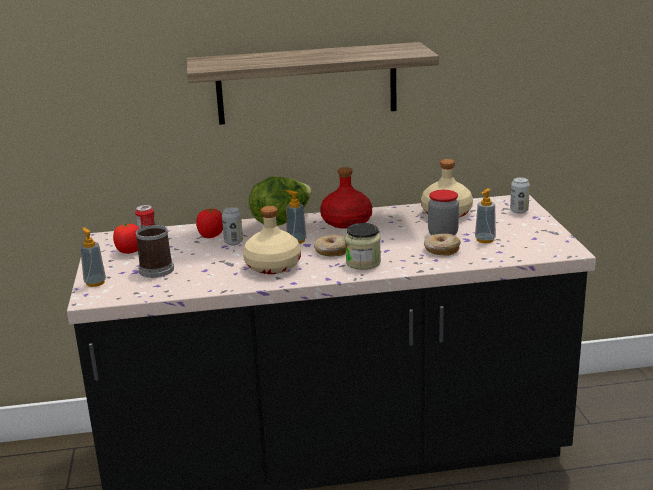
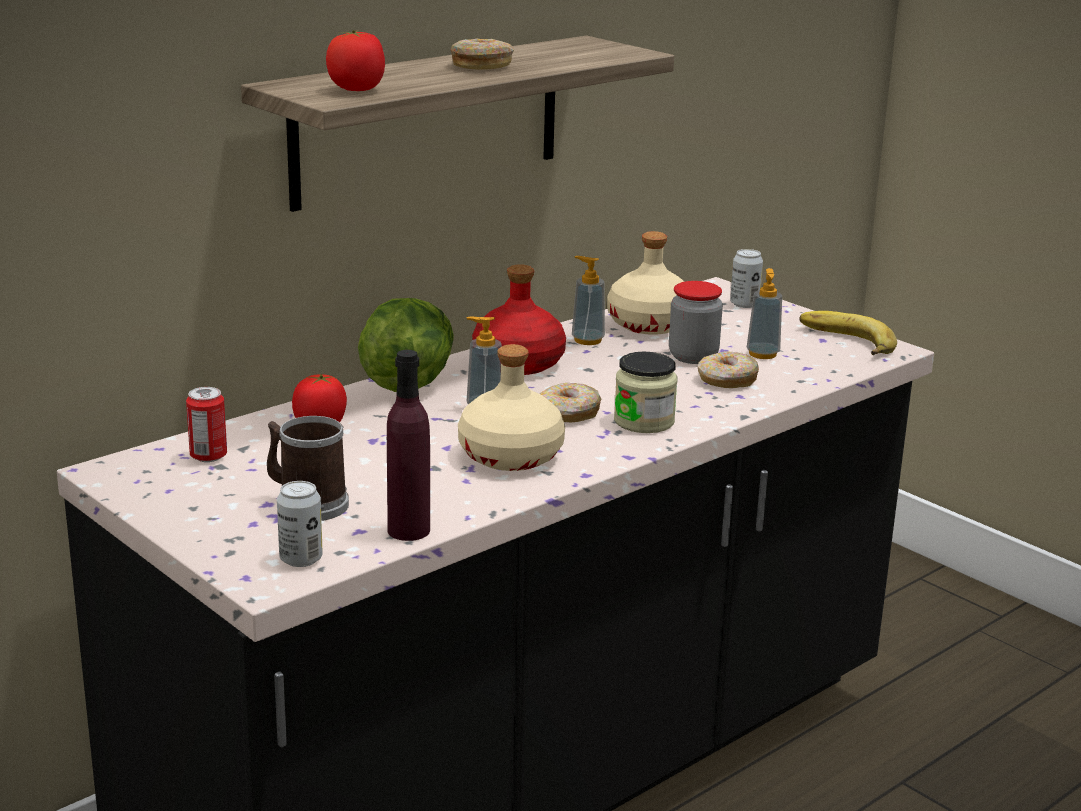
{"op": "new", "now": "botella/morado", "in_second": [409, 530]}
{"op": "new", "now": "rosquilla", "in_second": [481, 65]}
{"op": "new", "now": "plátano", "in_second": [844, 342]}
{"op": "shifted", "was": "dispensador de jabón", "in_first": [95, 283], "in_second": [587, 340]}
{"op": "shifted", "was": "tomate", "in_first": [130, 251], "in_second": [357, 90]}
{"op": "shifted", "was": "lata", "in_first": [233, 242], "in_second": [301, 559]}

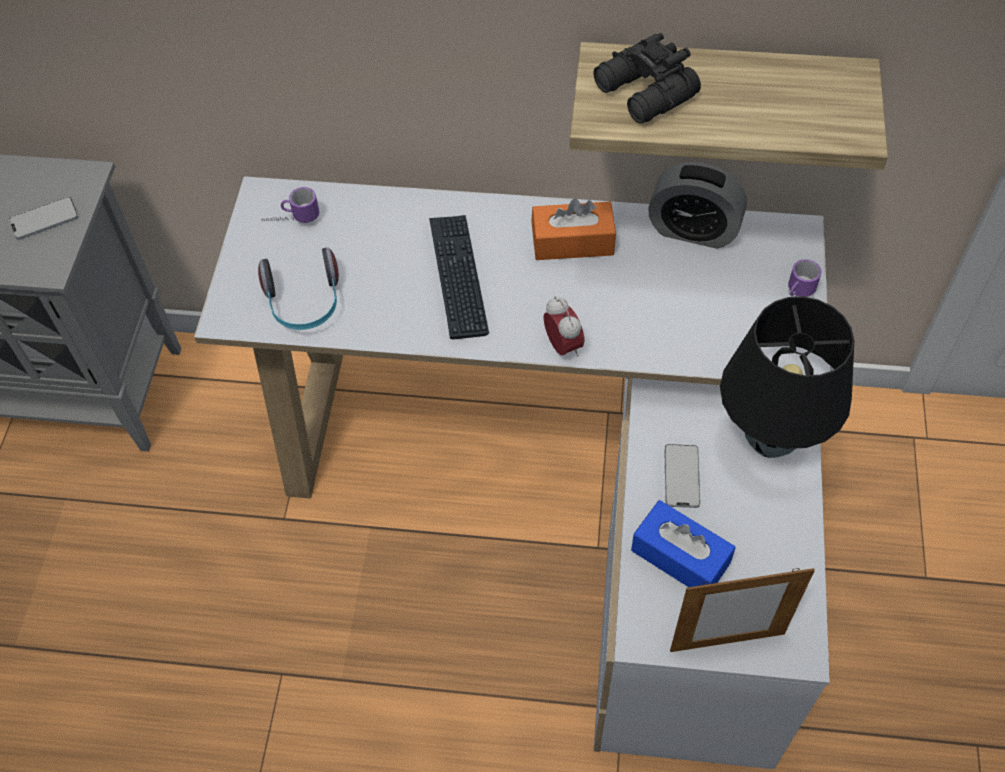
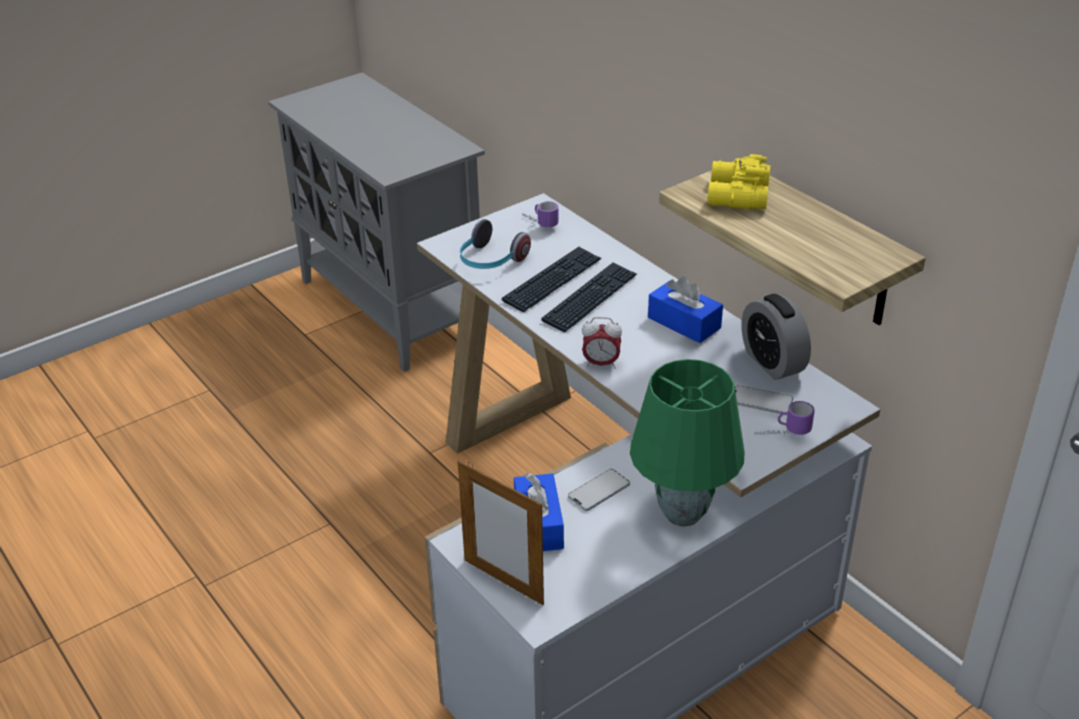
{"op": "new", "now": "teclado", "in_second": [552, 281]}
{"op": "shifted", "was": "móvil", "in_first": [44, 219], "in_second": [761, 401]}
{"op": "repainted", "was": "caja de pañuelos/naranja", "now": "caja de pañuelos/azul", "in_first": [572, 242], "in_second": [684, 323]}
{"op": "repainted", "was": "prismáticos/negro", "now": "prismáticos/amarillo", "in_first": [644, 93], "in_second": [736, 196]}
{"op": "repainted", "was": "lámpara de mesa/negro", "now": "lámpara de mesa/verde", "in_first": [768, 441], "in_second": [681, 513]}
{"op": "rotated", "was": "despertador", "in_first": [563, 346], "in_second": [601, 364], "clockwise": 75}

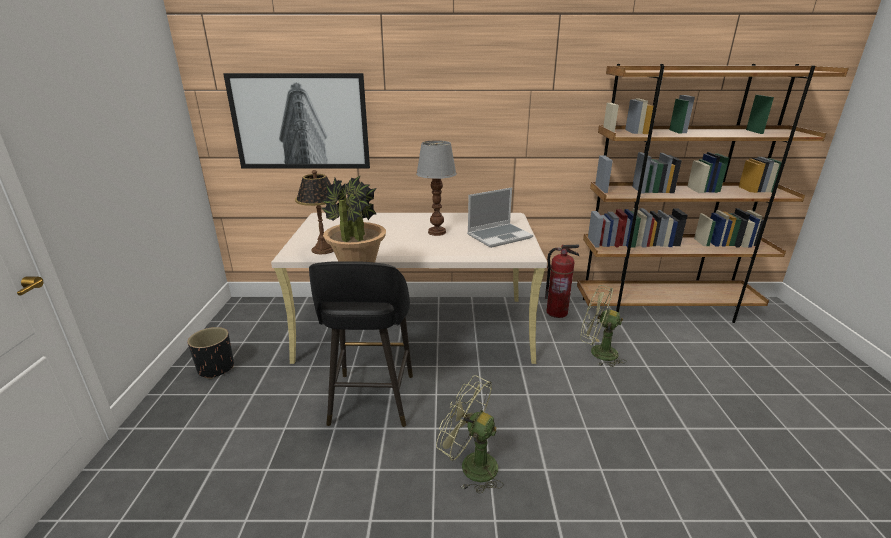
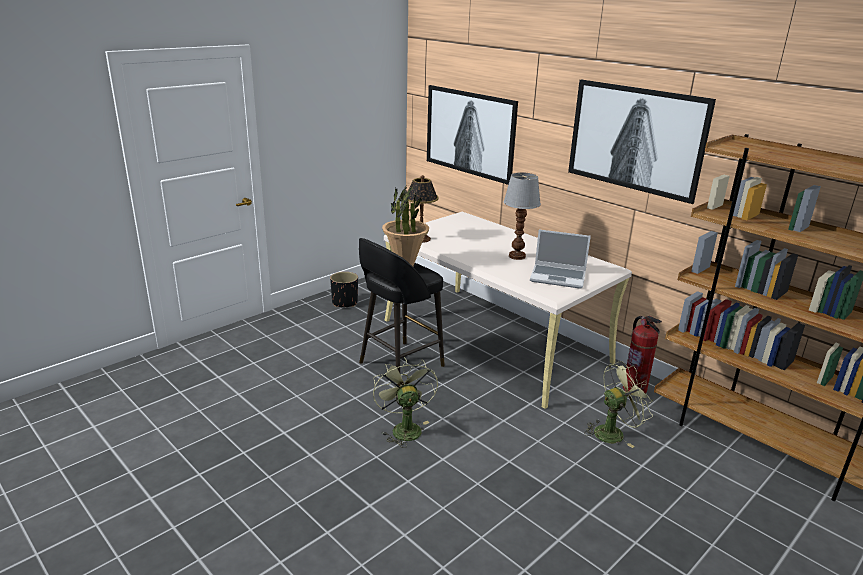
{"op": "new", "now": "cuadro", "in_second": [635, 139]}
{"op": "rotated", "was": "ventilador/verde", "in_first": [597, 352], "in_second": [613, 432], "clockwise": 90}

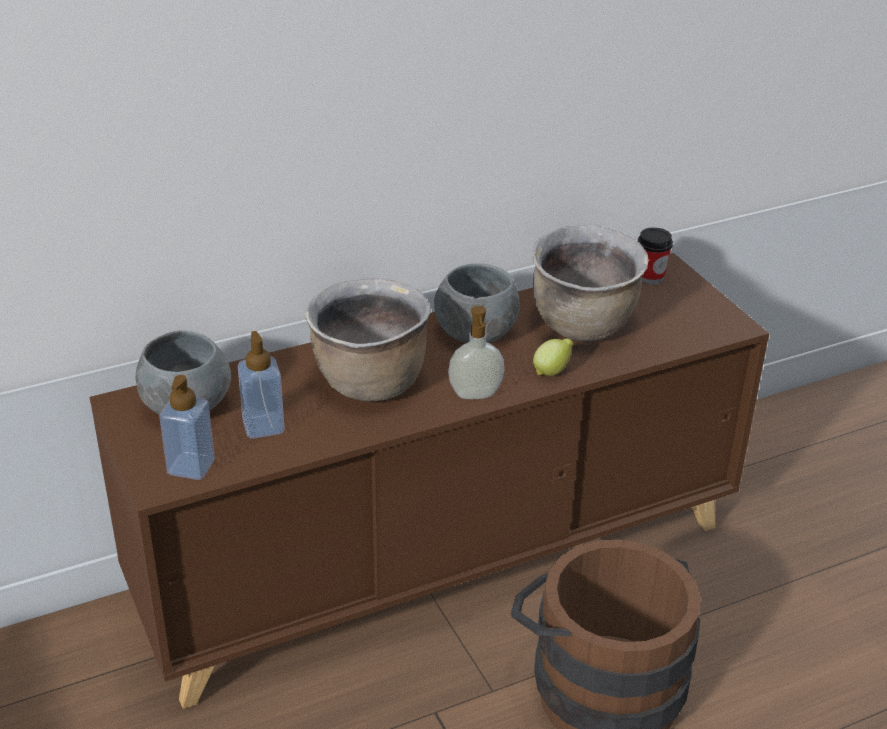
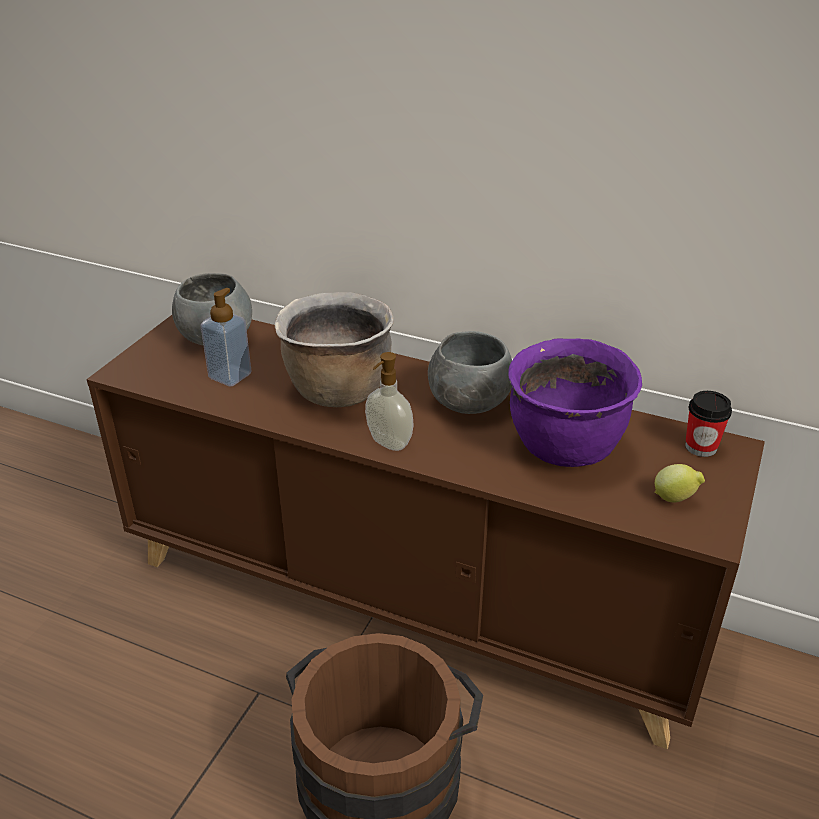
{"op": "gone", "was": "dispensador de jabón", "in_first": [191, 467]}
{"op": "shifted", "was": "limón", "in_first": [552, 371], "in_second": [675, 499]}
{"op": "repainted", "was": "olla/marrón", "now": "olla/morado", "in_first": [584, 326], "in_second": [565, 448]}

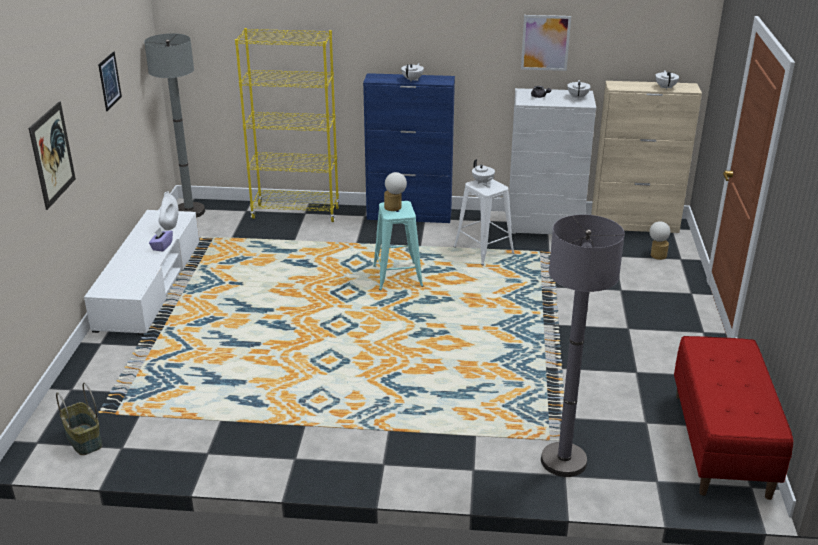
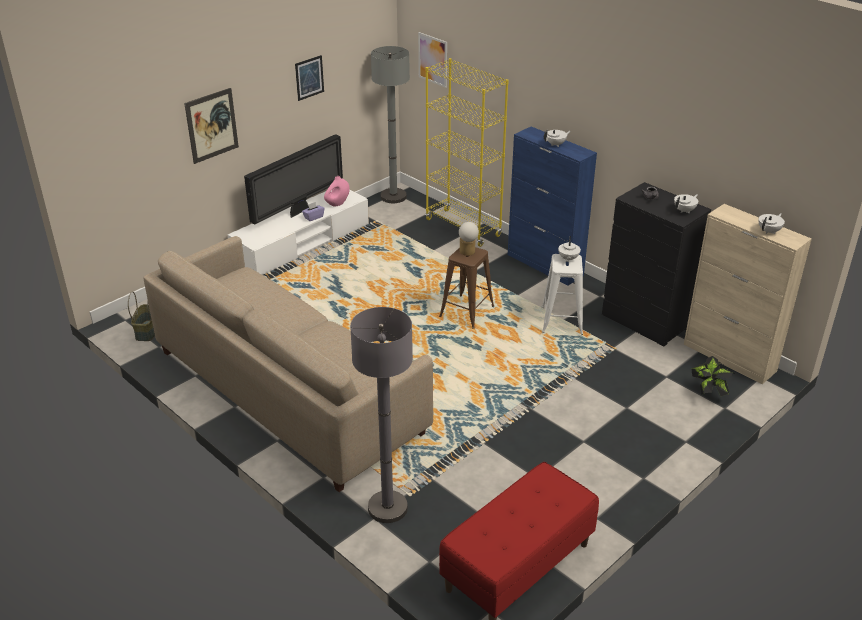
{"op": "new", "now": "sofá/beis", "in_second": [288, 391]}
{"op": "new", "now": "televisor", "in_second": [299, 211]}
{"op": "shifted", "was": "cuadro", "in_first": [545, 42], "in_second": [433, 59]}
{"op": "swapped", "was": "lámpara de mesa", "now": "planta en maceta", "in_first": [657, 254], "in_second": [708, 393]}
{"op": "repainted", "was": "florero/blanco", "now": "florero/rosa", "in_first": [170, 226], "in_second": [337, 204]}
{"op": "repainted", "was": "taburete/turquesa", "now": "taburete/marrón", "in_first": [397, 276], "in_second": [466, 312]}
{"op": "repainted", "was": "cómoda/blanco", "now": "cómoda/negro", "in_first": [545, 225], "in_second": [645, 322]}

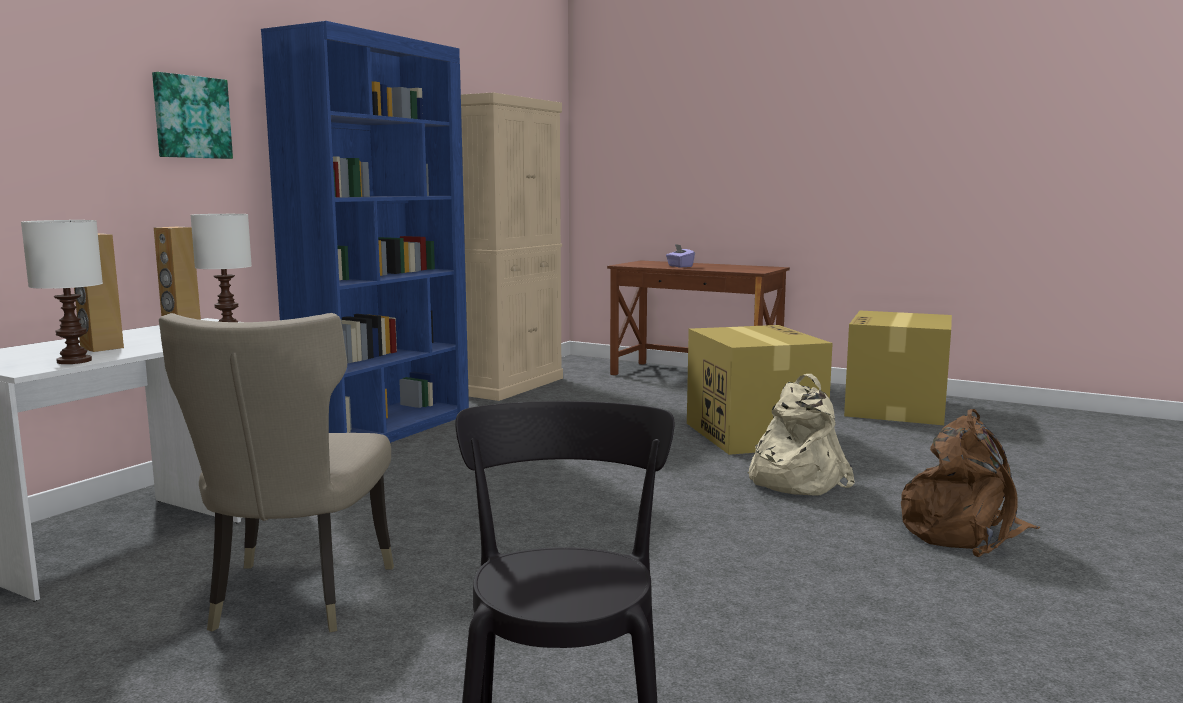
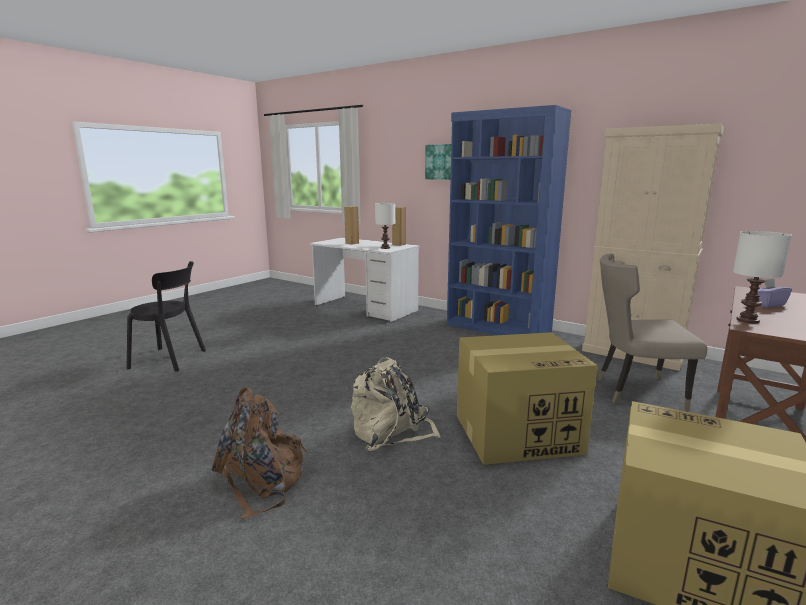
{"op": "shifted", "was": "lámpara de mesa/blanco", "in_first": [75, 361], "in_second": [748, 320]}
{"op": "shifted", "was": "silla/beis", "in_first": [294, 600], "in_second": [635, 391]}

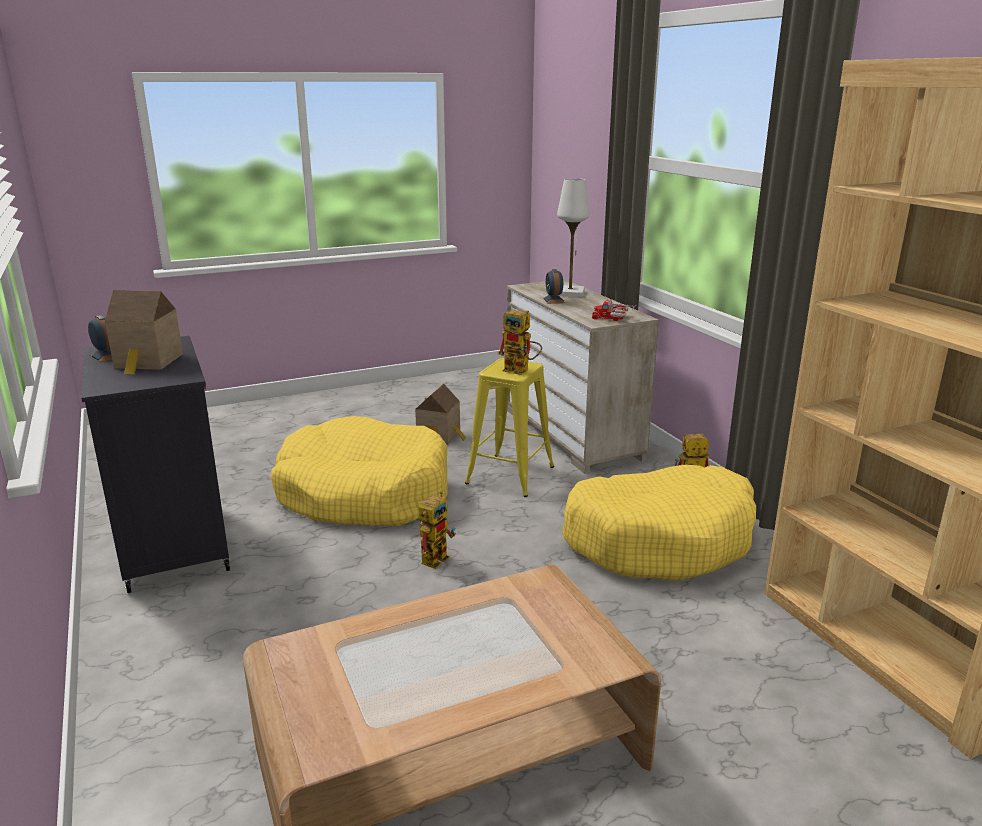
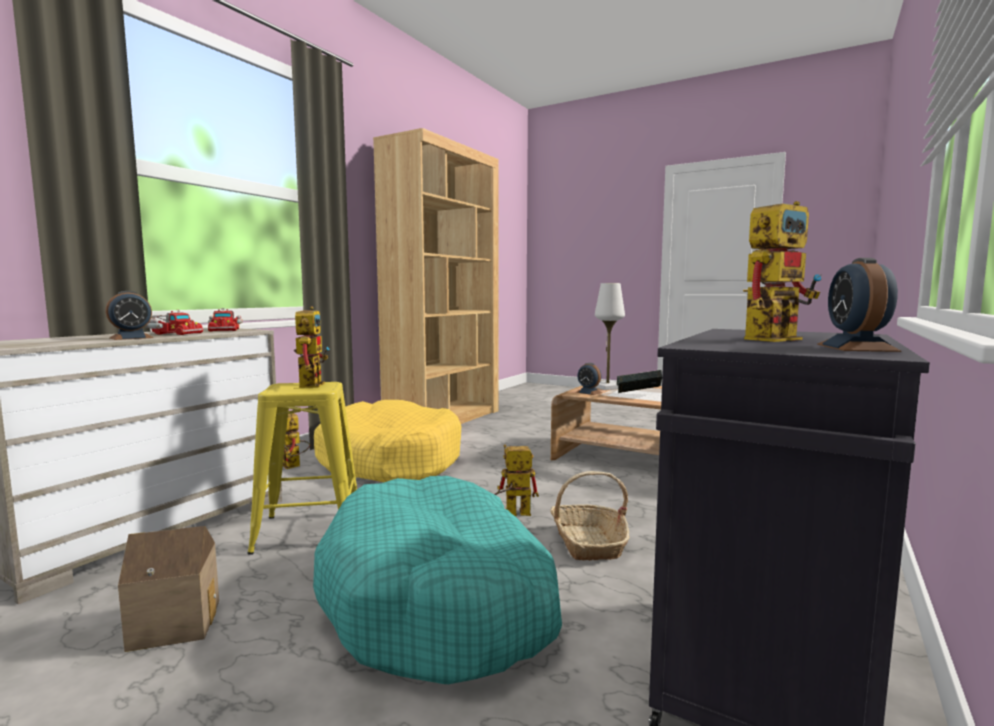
{"op": "new", "now": "camión de juguete", "in_second": [172, 333]}
{"op": "new", "now": "cesta", "in_second": [588, 543]}
{"op": "new", "now": "despertador", "in_second": [589, 392]}
{"op": "new", "now": "libro", "in_second": [638, 395]}
{"op": "shifted", "was": "lámpara de mesa/blanco", "in_first": [570, 293], "in_second": [607, 387]}
{"op": "swapped", "was": "casita", "now": "robot de juguete", "in_first": [148, 362], "in_second": [774, 338]}
{"op": "repainted", "was": "cama para perro/amarillo", "now": "cama para perro/turquesa", "in_first": [364, 493], "in_second": [440, 599]}

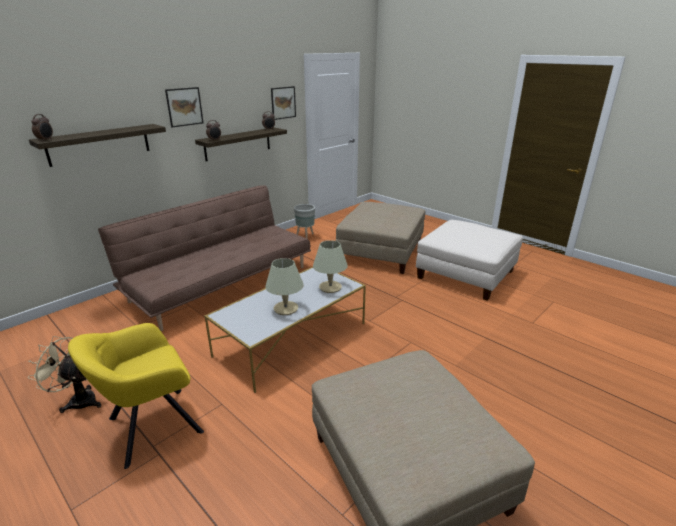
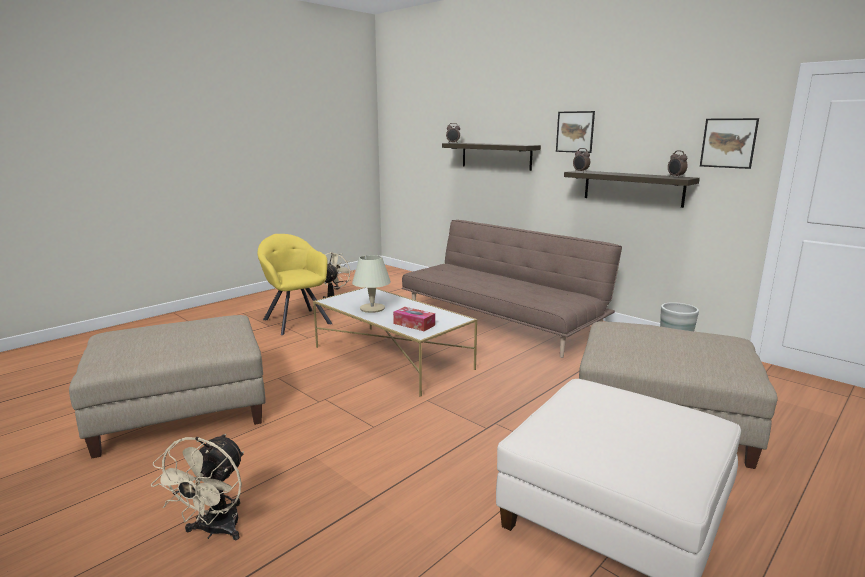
{"op": "new", "now": "ventilador/beis", "in_second": [214, 531]}
{"op": "swapped", "was": "lámpara de mesa/beis", "now": "caja de pañuelos", "in_first": [330, 287], "in_second": [414, 324]}

